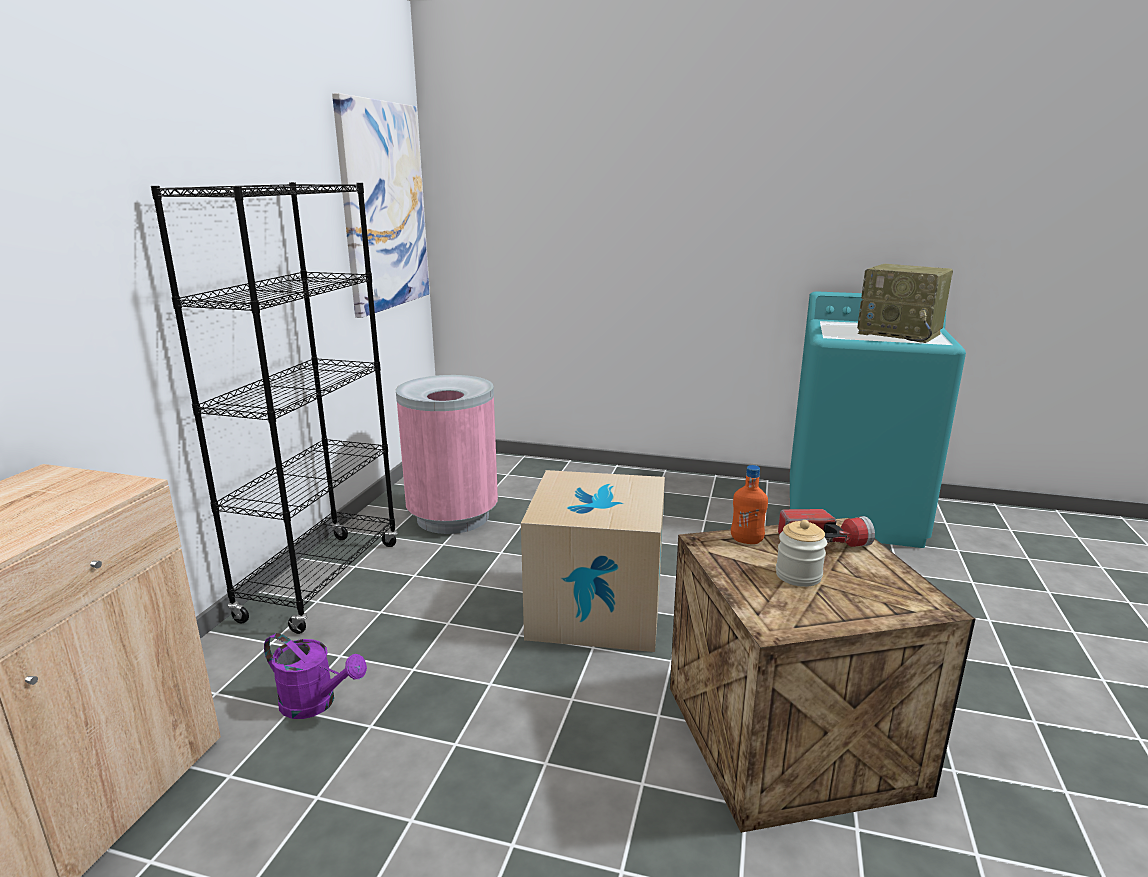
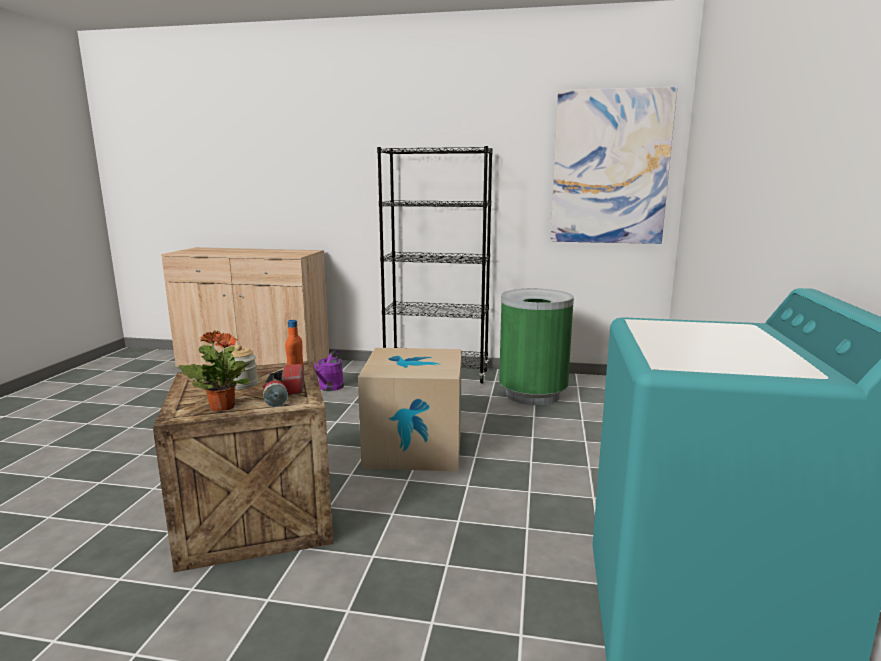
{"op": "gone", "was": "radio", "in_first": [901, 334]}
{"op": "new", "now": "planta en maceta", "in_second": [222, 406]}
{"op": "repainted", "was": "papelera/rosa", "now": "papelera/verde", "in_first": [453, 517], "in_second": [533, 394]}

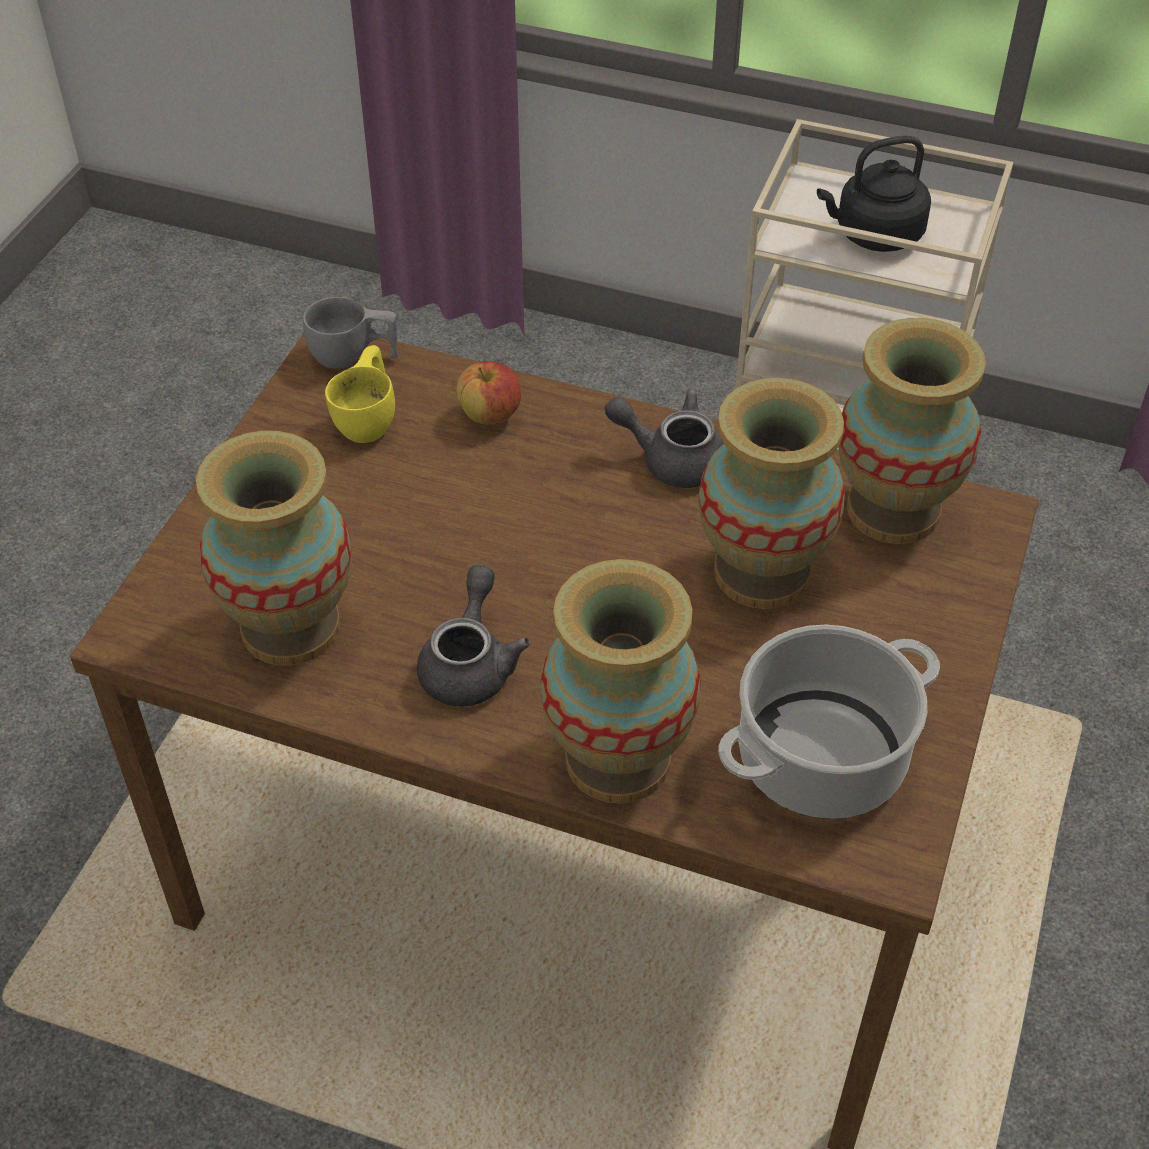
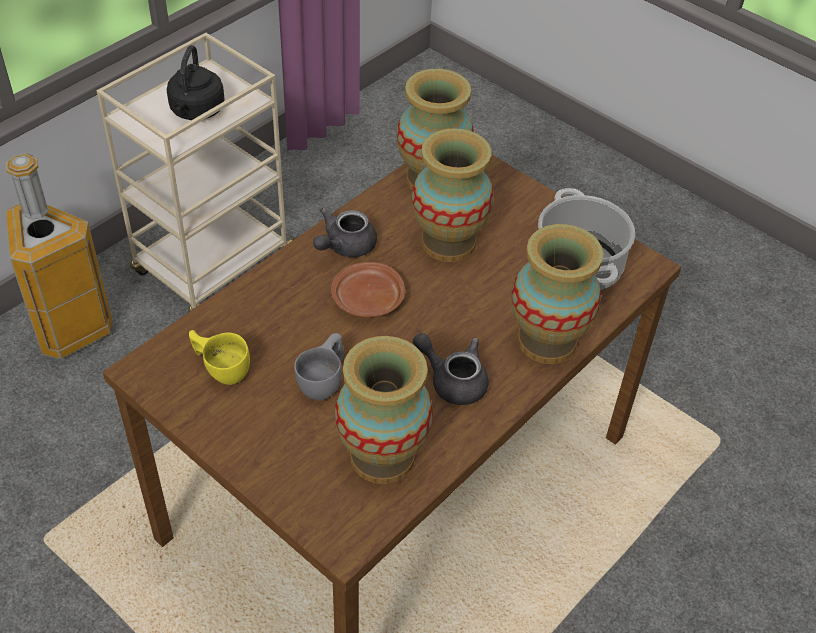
{"op": "gone", "was": "manzana", "in_first": [490, 415]}
{"op": "new", "now": "papelera", "in_second": [69, 328]}
{"op": "new", "now": "plato/marrón", "in_second": [367, 300]}
{"op": "shifted", "was": "taza/gris", "in_first": [353, 357], "in_second": [325, 381]}

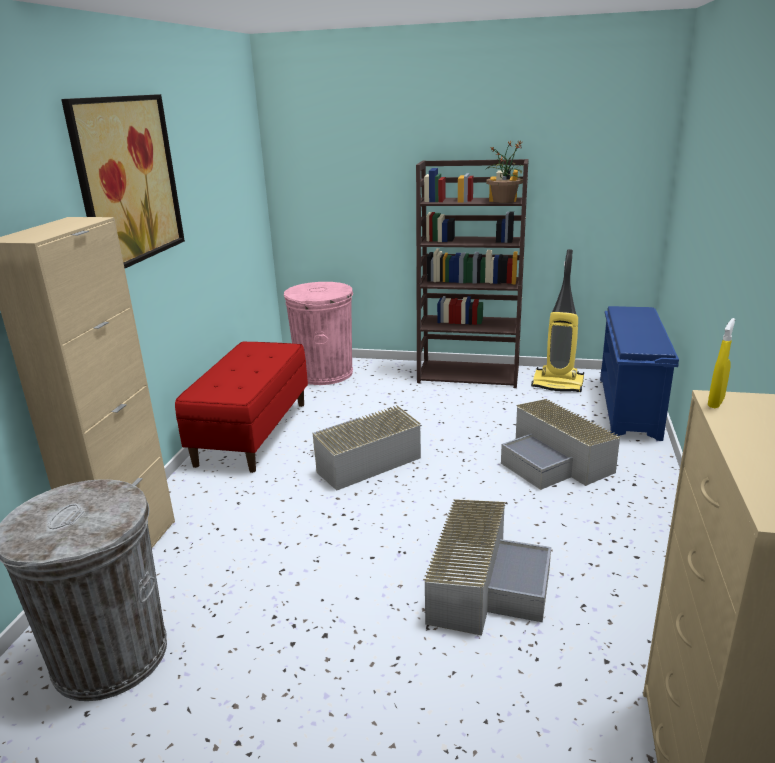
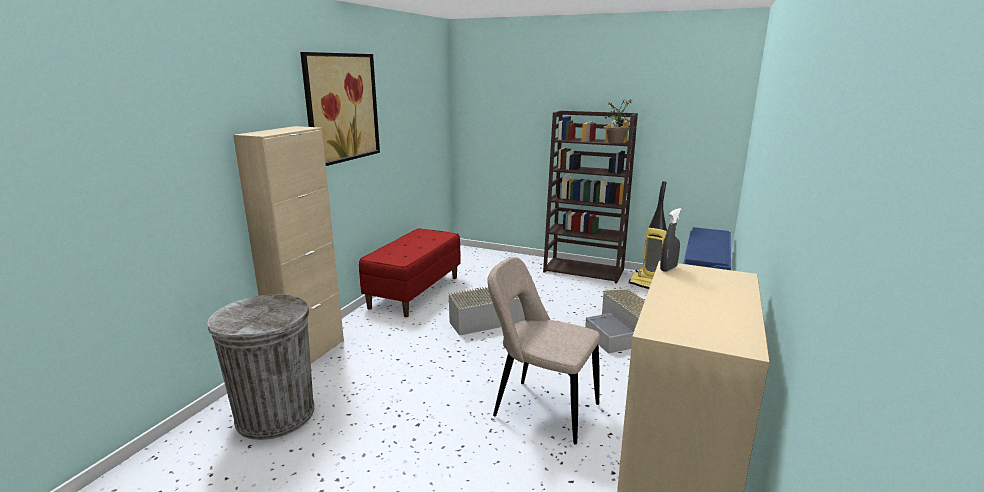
{"op": "gone", "was": "papelera/rosa", "in_first": [325, 373]}
{"op": "swapped", "was": "caja de almacenaje/gris", "now": "silla/beis", "in_first": [483, 584], "in_second": [541, 409]}
{"op": "repainted", "was": "pulverizador/amarillo", "now": "pulverizador/gris", "in_first": [715, 402], "in_second": [668, 269]}

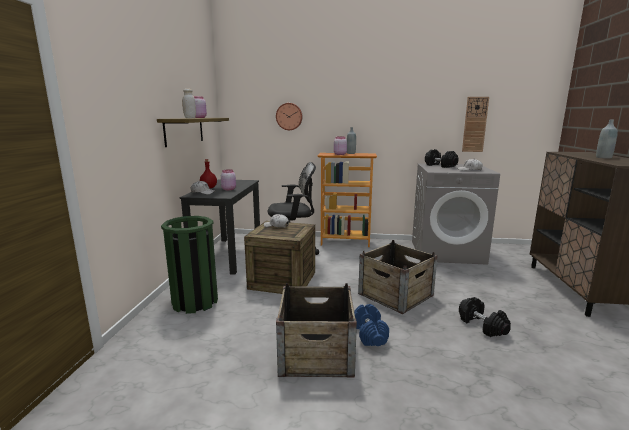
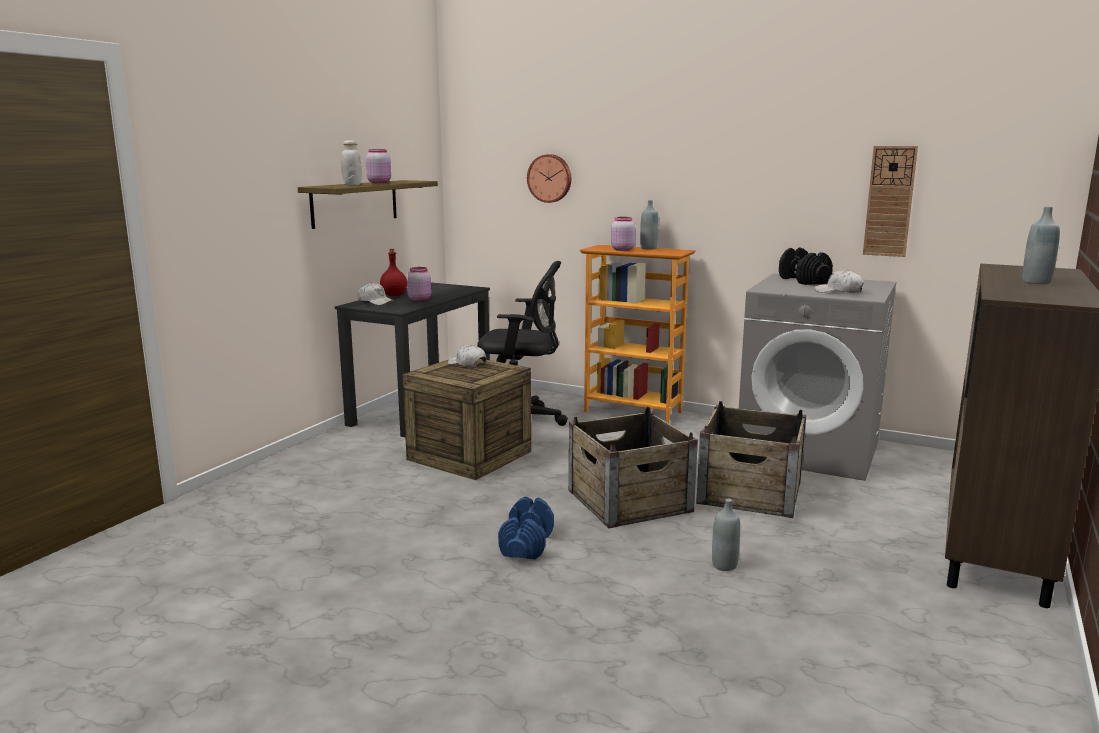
{"op": "gone", "was": "papelera/verde", "in_first": [195, 302]}
{"op": "shifted", "was": "caja de embalaje", "in_first": [316, 352], "in_second": [749, 492]}
{"op": "swapped", "was": "mancuerna/negro", "now": "botella/gris", "in_first": [482, 326], "in_second": [724, 565]}

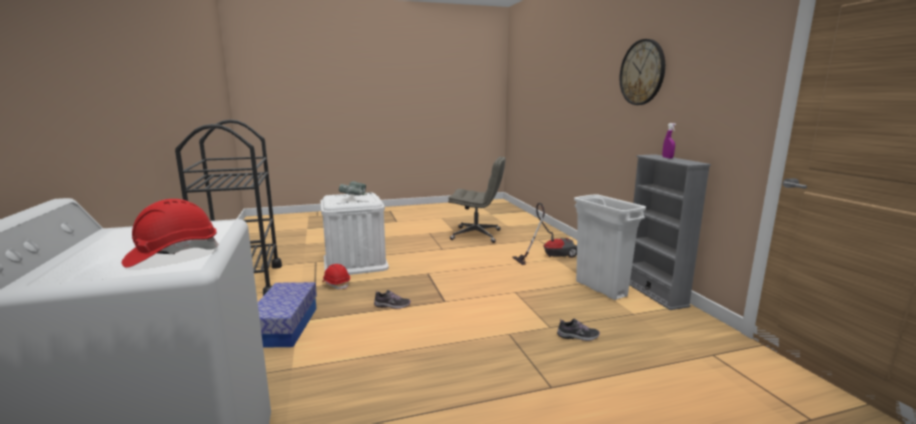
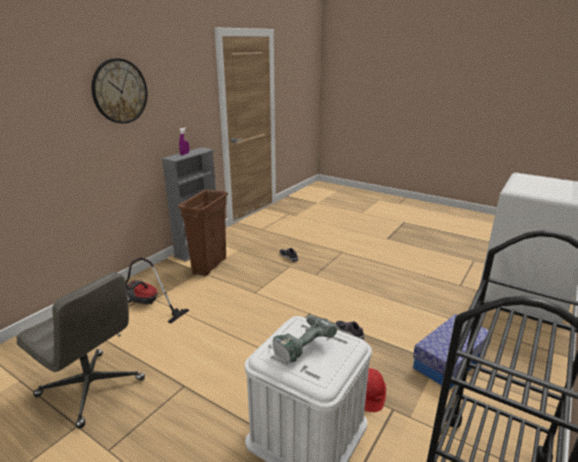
{"op": "gone", "was": "casco/rojo", "in_first": [172, 255]}
{"op": "repainted", "was": "papelera/blanco", "now": "papelera/marrón", "in_first": [601, 289], "in_second": [209, 265]}
{"op": "rotated", "was": "silla de oficina/gris", "in_first": [477, 235], "in_second": [92, 388], "clockwise": 150}

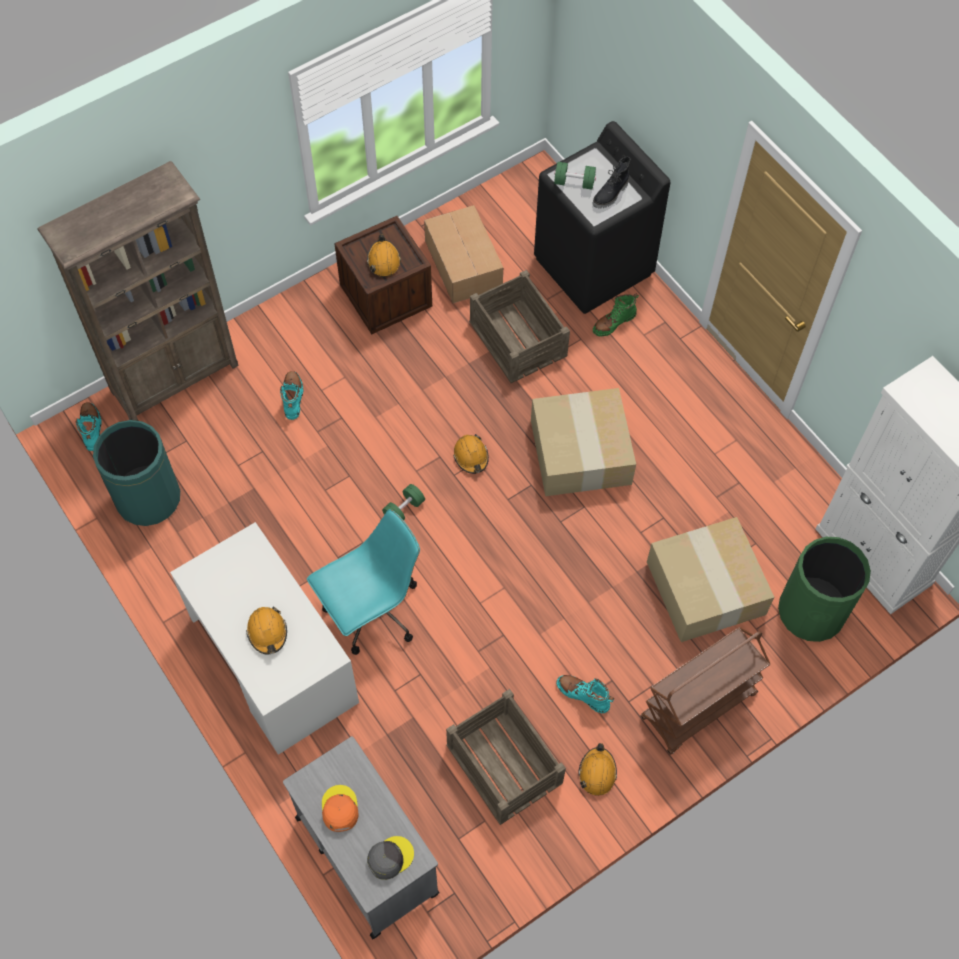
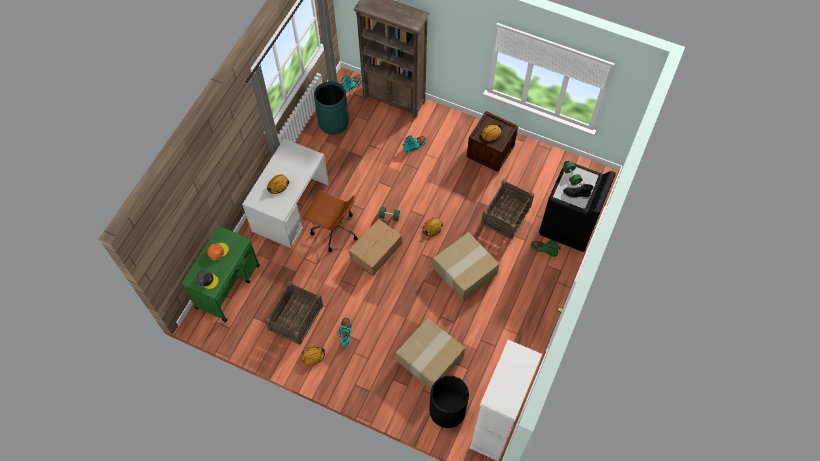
{"op": "gone", "was": "carrito/marrón", "in_first": [698, 707]}
{"op": "shifted", "was": "caja de cartón", "in_first": [463, 263], "in_second": [377, 251]}
{"op": "repainted", "was": "carrito/gris", "now": "carrito/verde", "in_first": [366, 854], "in_second": [228, 286]}
{"op": "repainted", "was": "silla de oficina/turquesa", "now": "silla de oficina/marrón", "in_first": [372, 612], "in_second": [334, 230]}
{"op": "repainted", "was": "papelera/verde", "now": "papelera/negro", "in_first": [811, 611], "in_second": [447, 410]}

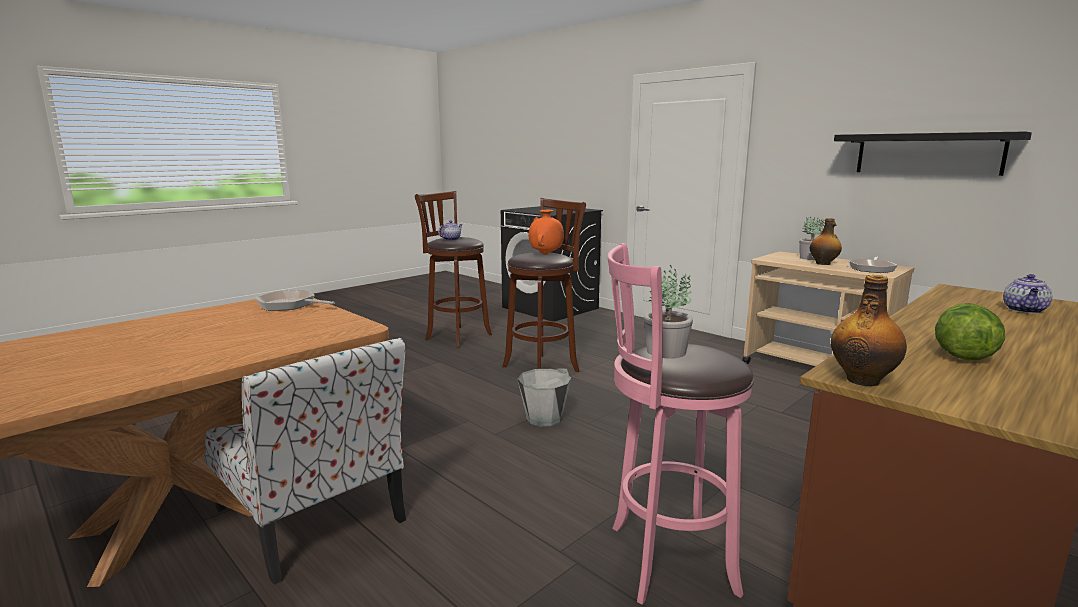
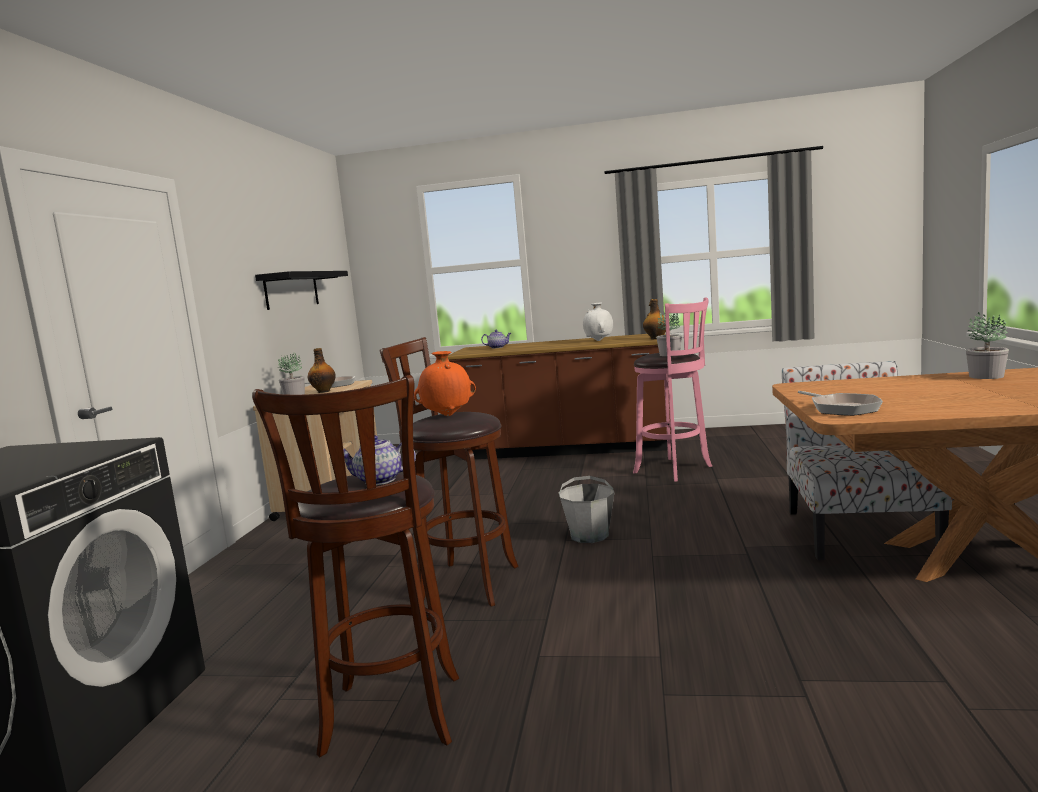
{"op": "new", "now": "planta en maceta", "in_second": [985, 376]}
{"op": "swapped", "was": "lechuga", "now": "florero/blanco", "in_first": [962, 356], "in_second": [599, 341]}

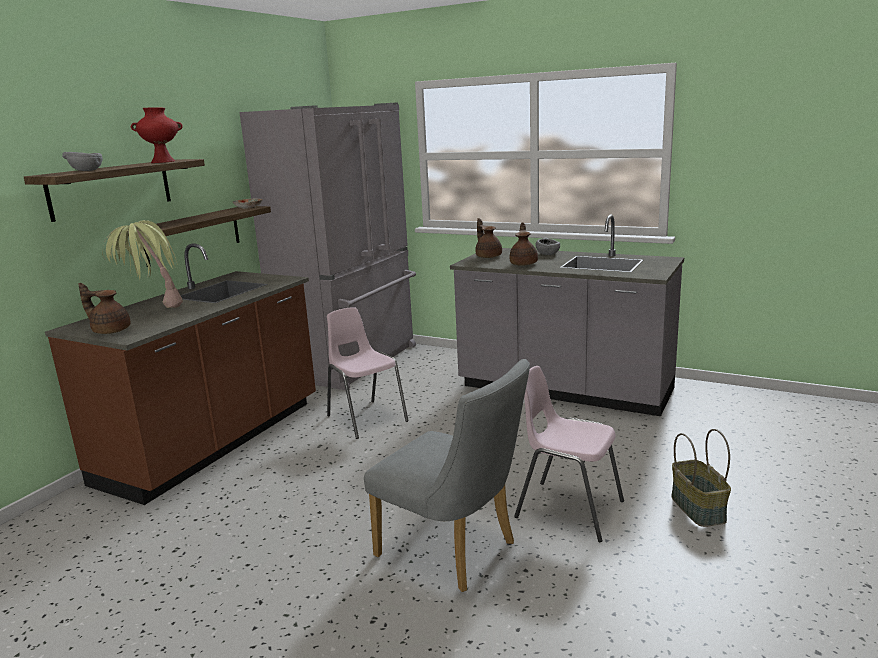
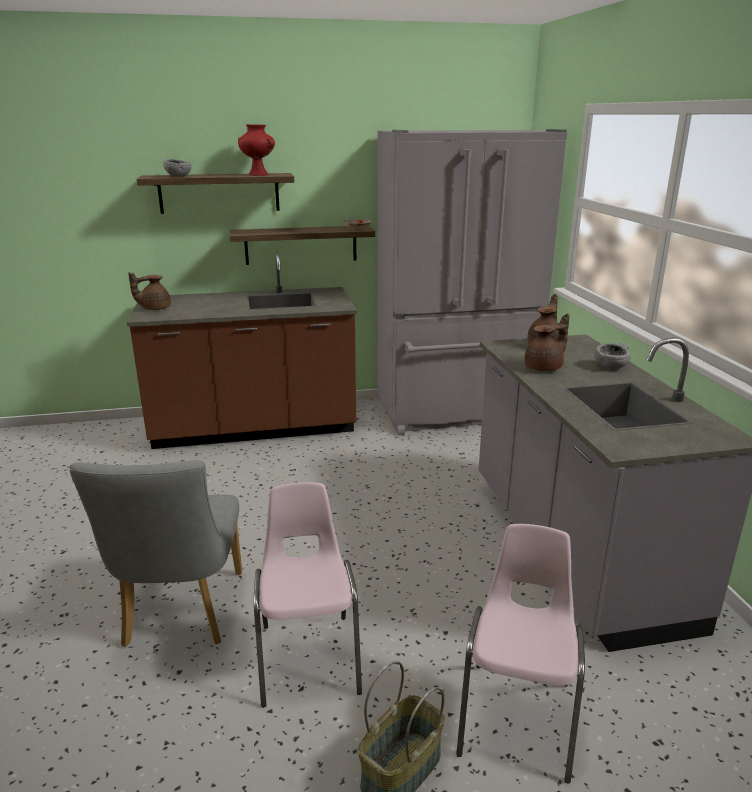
{"op": "gone", "was": "planta en maceta", "in_first": [152, 312]}
{"op": "shifted", "was": "silla/rosa", "in_first": [366, 418], "in_second": [518, 717]}
{"op": "rotated", "was": "tetera/marrón", "in_first": [110, 330], "in_second": [154, 308], "clockwise": -105}

